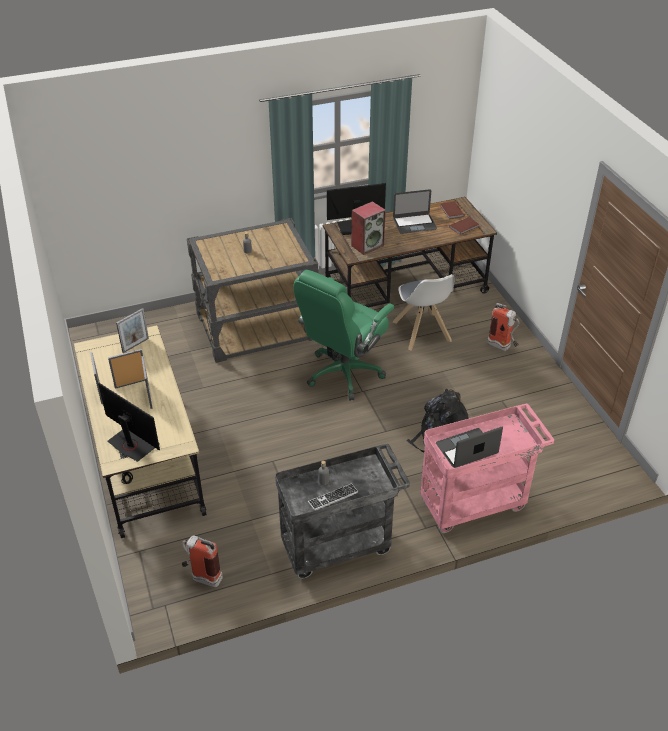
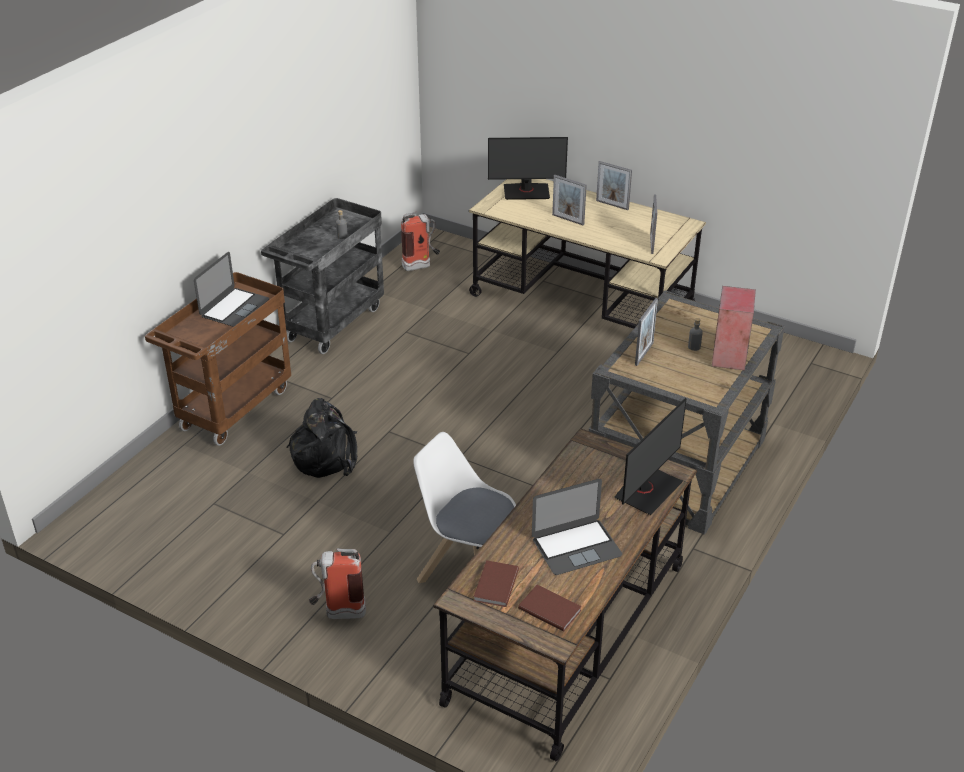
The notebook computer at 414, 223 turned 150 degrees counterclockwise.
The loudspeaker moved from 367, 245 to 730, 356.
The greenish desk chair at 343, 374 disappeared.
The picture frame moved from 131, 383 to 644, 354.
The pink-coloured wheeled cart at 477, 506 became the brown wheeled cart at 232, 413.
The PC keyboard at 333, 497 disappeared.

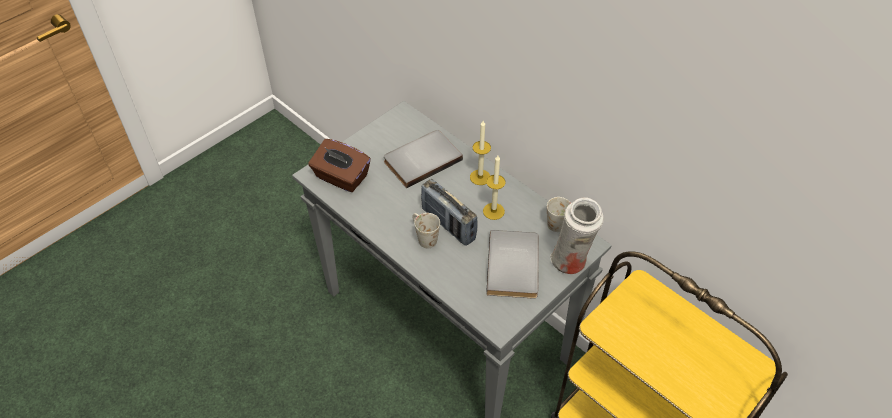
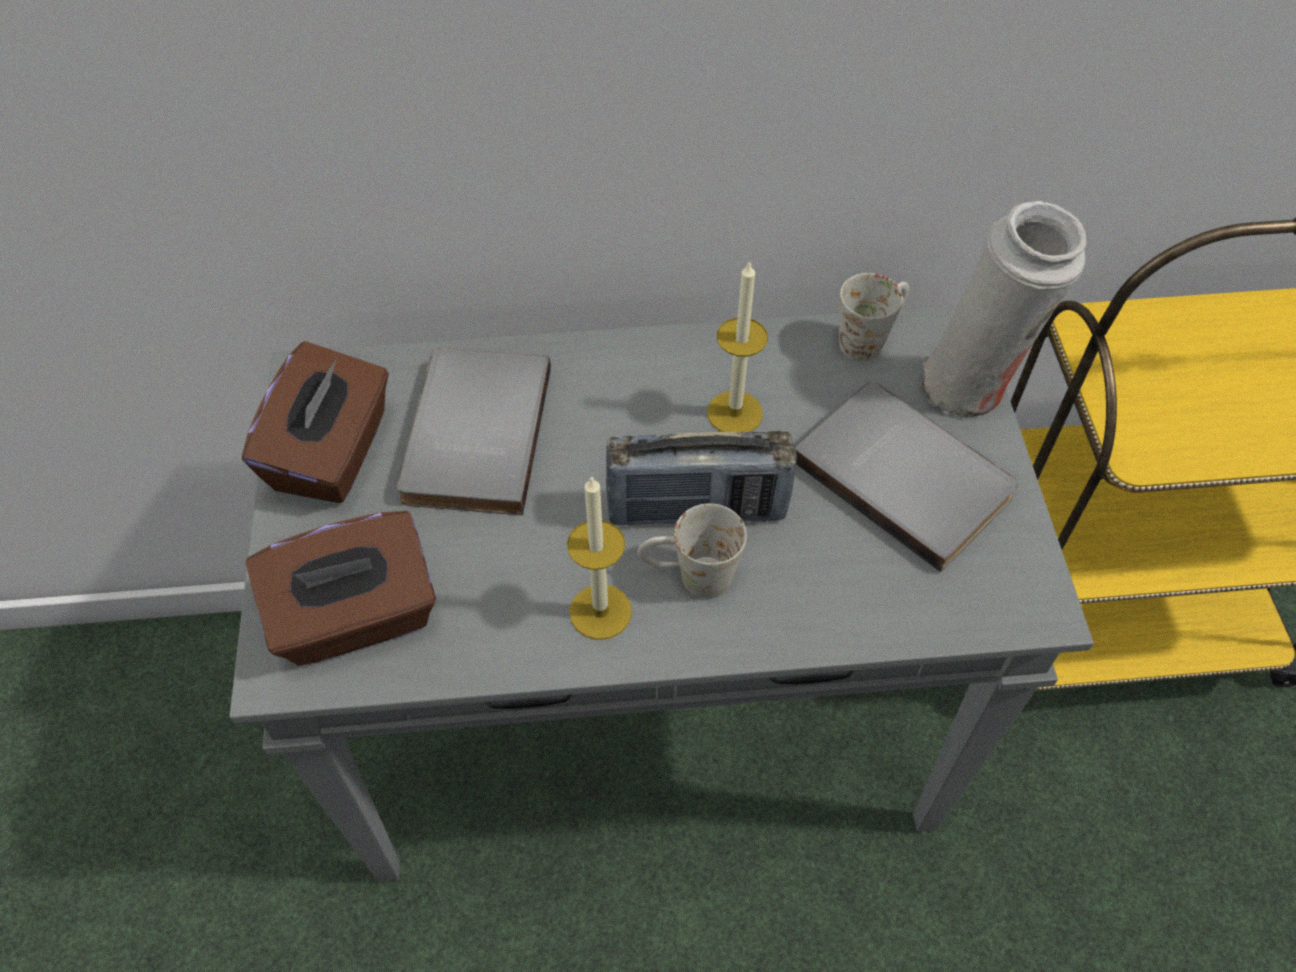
The wax candle moved from 480, 177 to 600, 611.
The brown box of tissues at 333, 453 appeared.

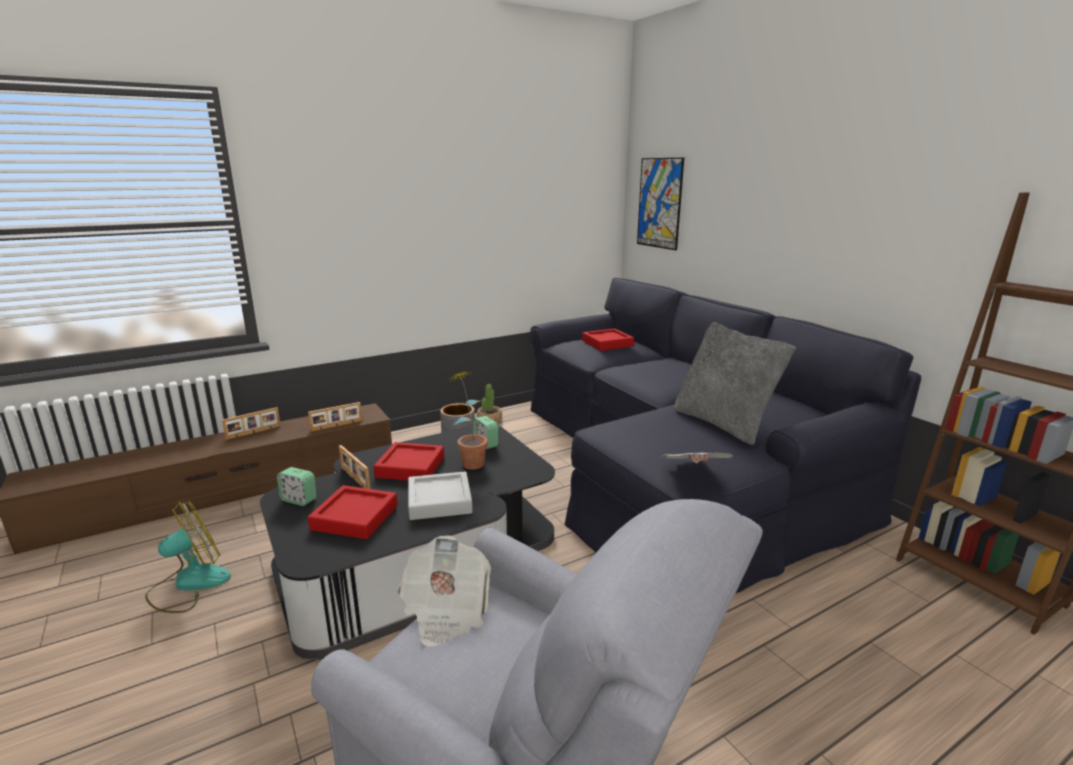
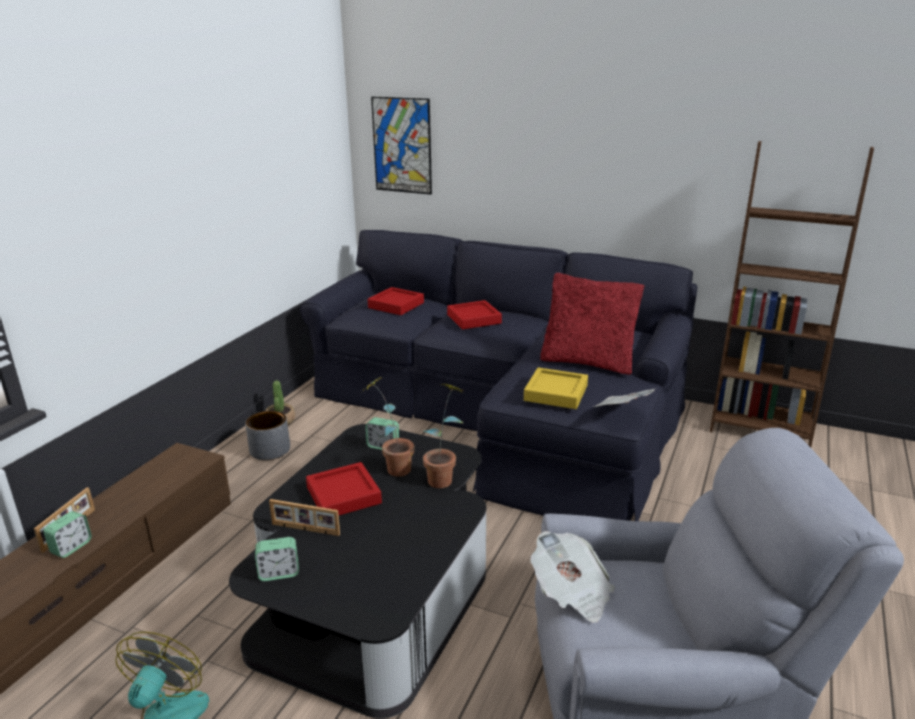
The grey cushion at 724, 422 became the red-coloured cushion at 588, 360.
The picture frame at 337, 426 disappeared.
The grey carrying tray at 439, 501 disappeared.
The red-coloured carrying tray moved from 355, 517 to 474, 319.
The yellow carrying tray at 556, 393 appeared.
The plant in a pot at 444, 477 appeared.
The table clock at 71, 547 appeared.

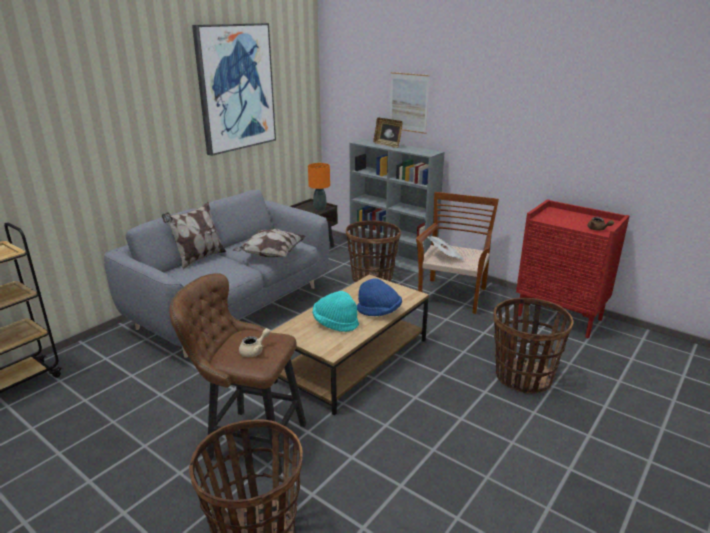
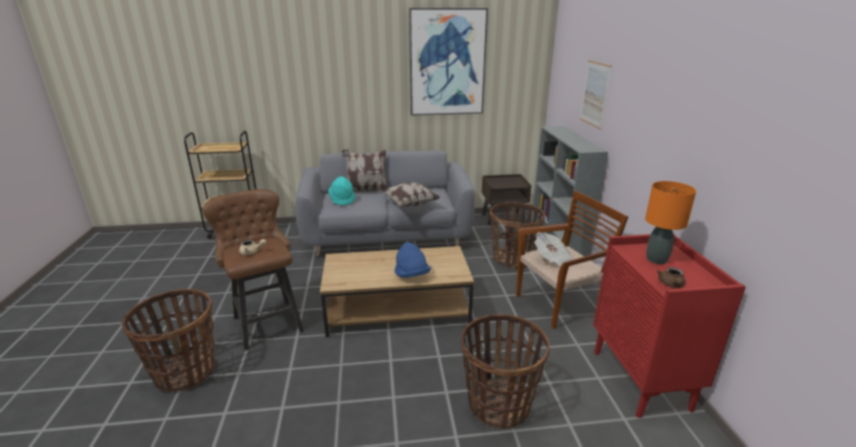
The picture frame at 388, 145 disappeared.
The orangey lamp for a table moved from 320, 209 to 656, 260.
The blue-green clothing hat moved from 335, 323 to 342, 199.

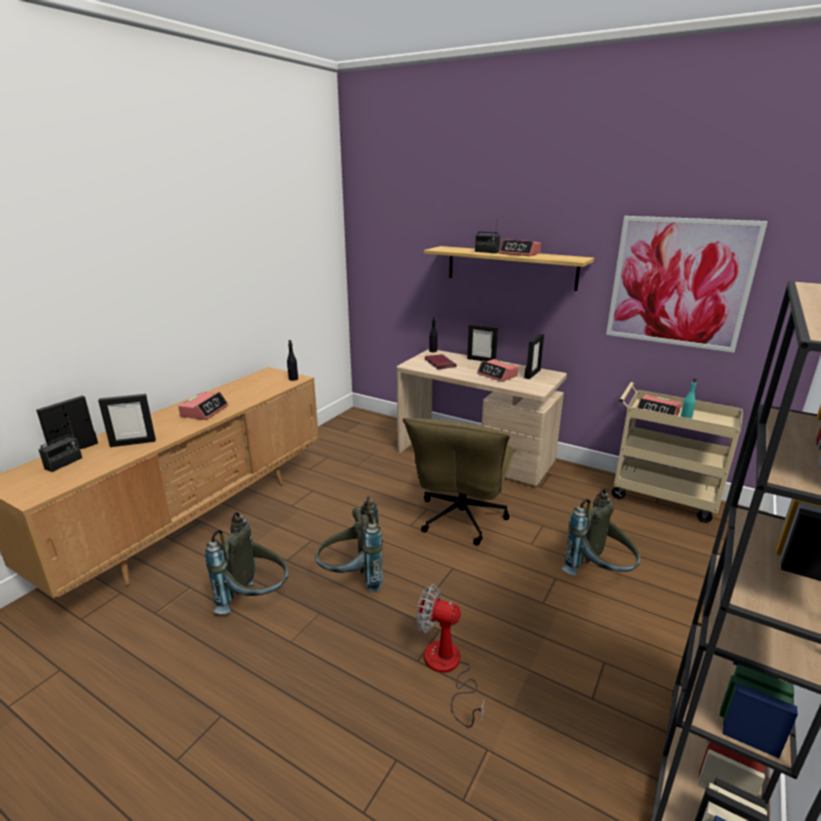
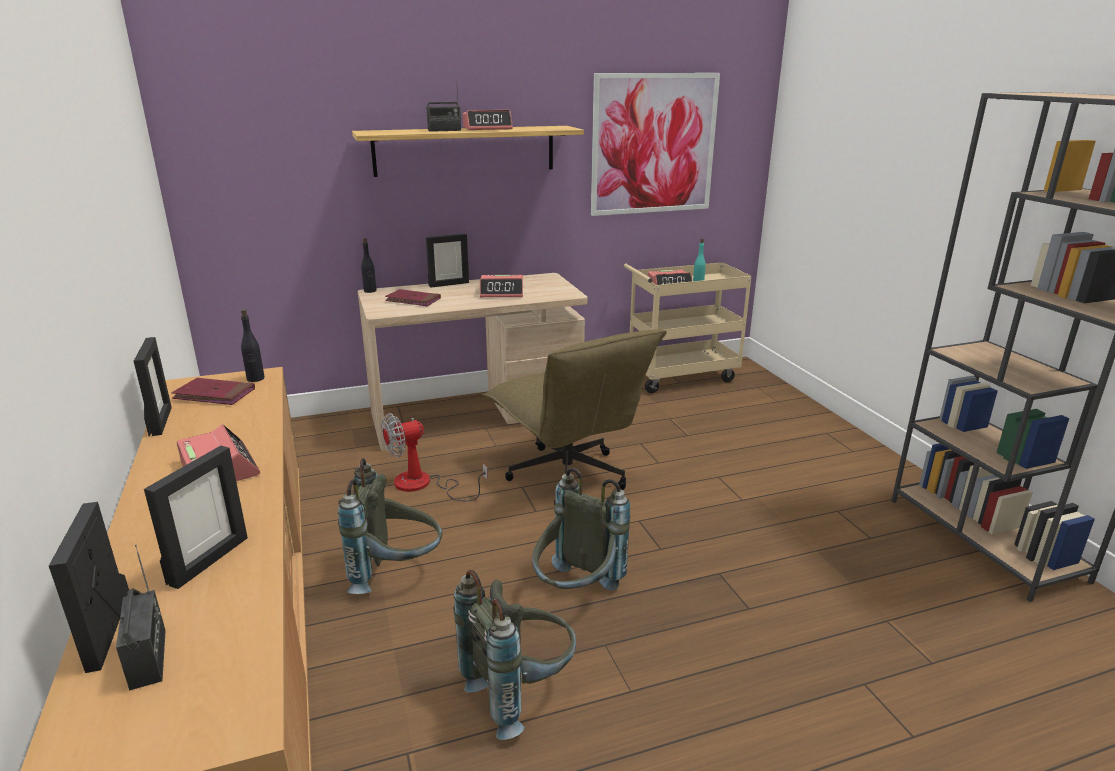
The picture frame moved from 532, 374 to 160, 421.
The grey knapsack moved from 599, 574 to 396, 573.
The cooling fan moved from 447, 669 to 424, 485.
The red-coloured book at 214, 395 appeared.

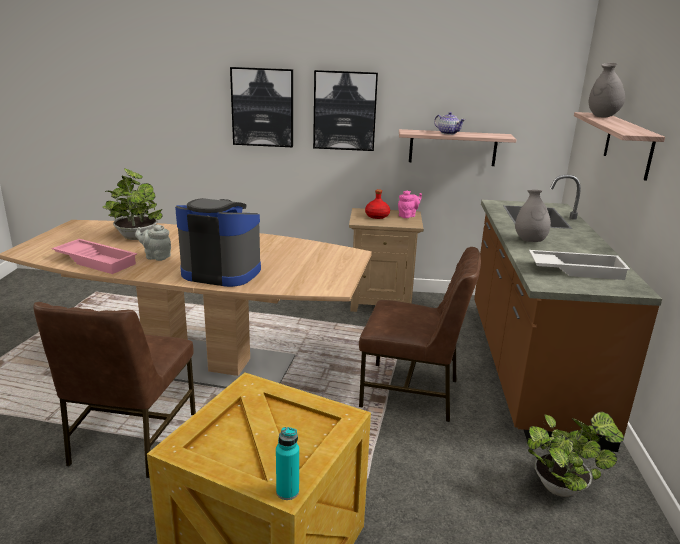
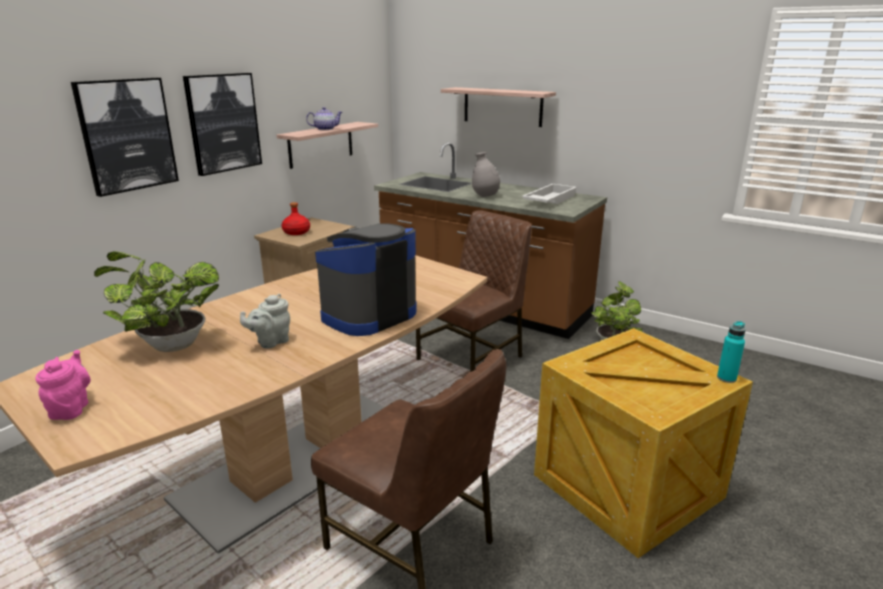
The grey decorative vase at 602, 117 disappeared.
The pink-coloured teapot moved from 408, 216 to 71, 408.
The pink-coloured carrying tray at 97, 261 disappeared.

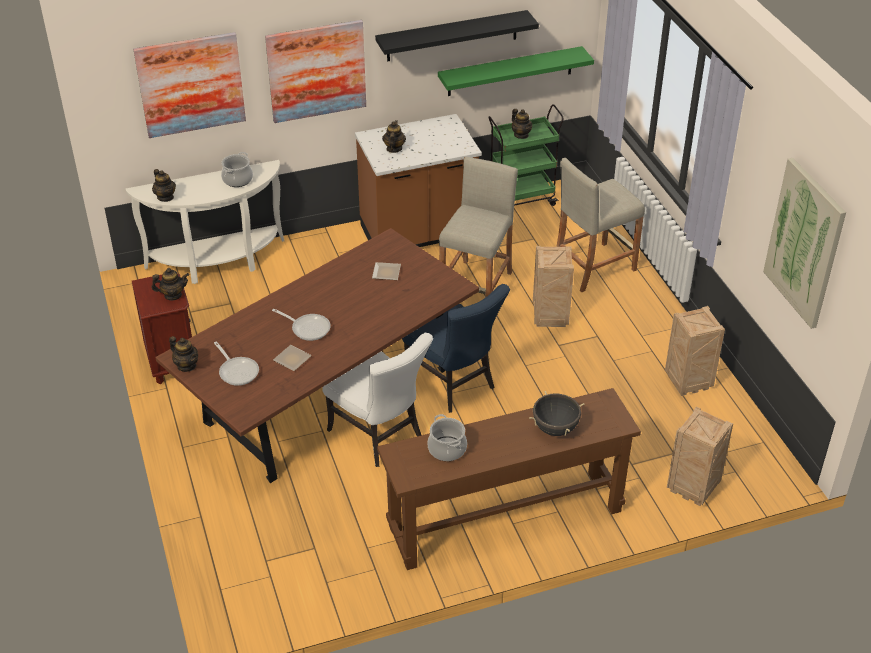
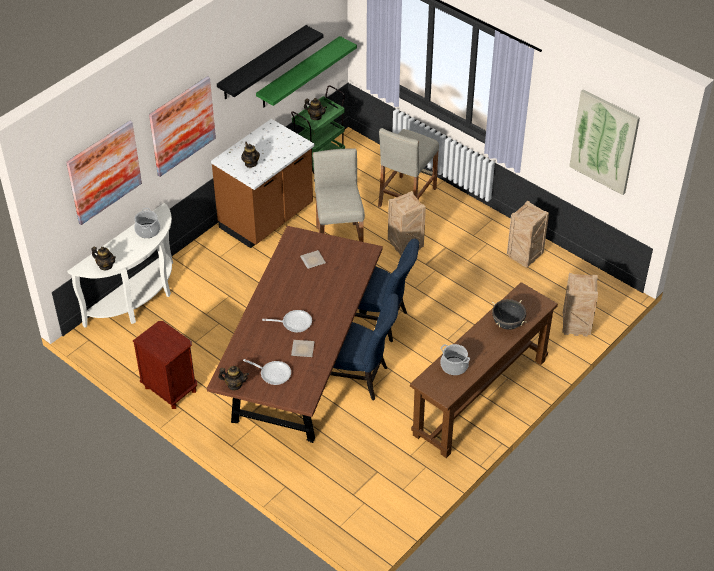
The teapot at 173, 295 disappeared.
The whitish plain chair at 380, 436 became the blue-coloured plain chair at 359, 378.

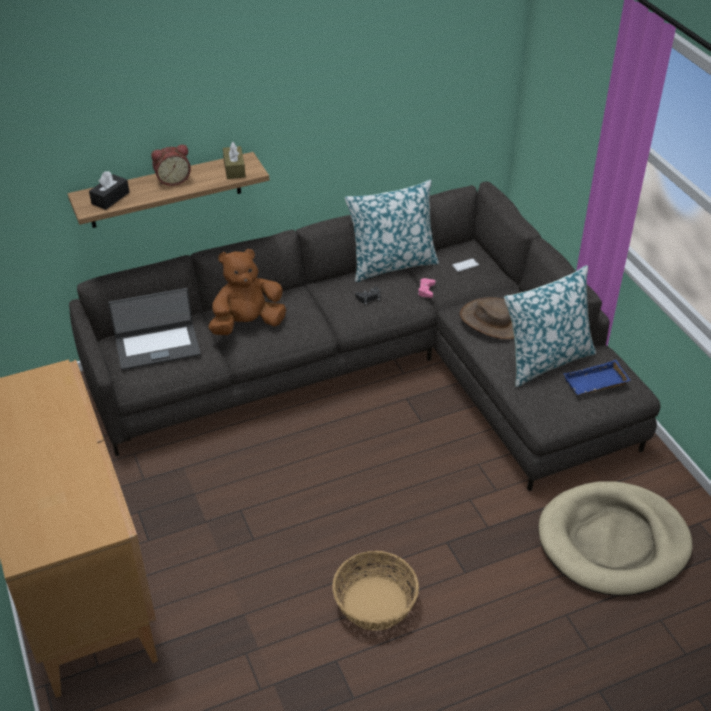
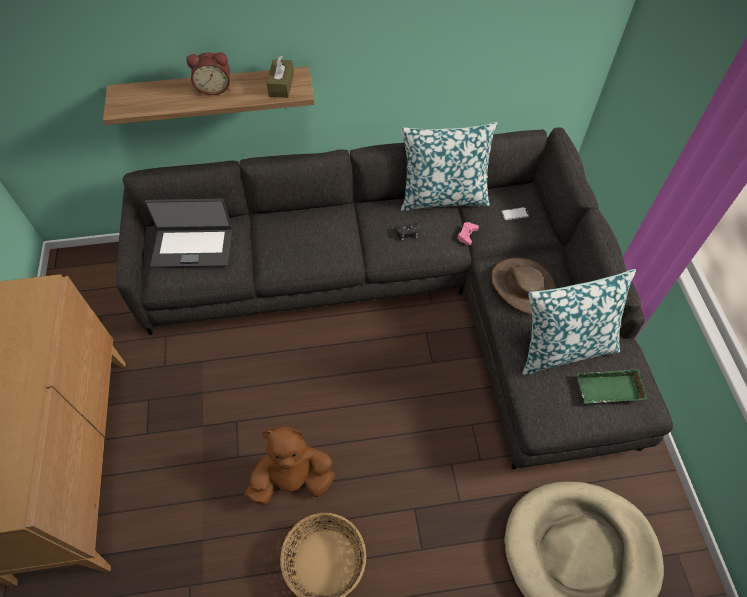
The black box of tissues at 110, 198 disappeared.
The brown cuddly toy moved from 247, 324 to 293, 479.
The blue-coloured carrying tray at 595, 384 became the greenish carrying tray at 608, 391.

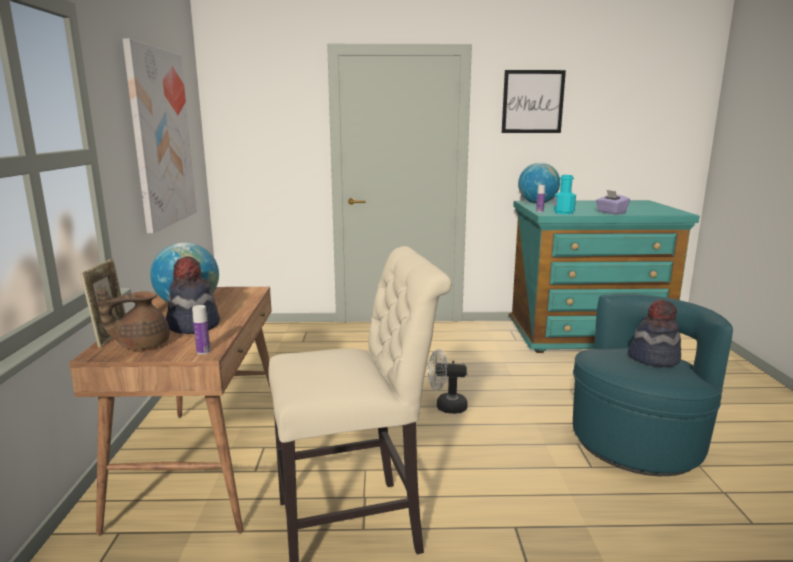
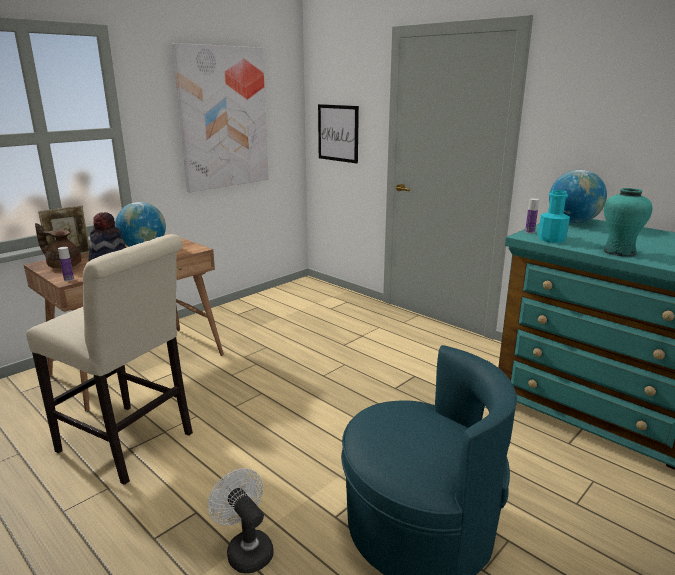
The wall picture moved from 532, 102 to 338, 133.
The purplish box of tissues at 611, 212 was replaced by the blue-green decorative vase at 619, 252.
The clothing hat at 653, 358 disappeared.
The whitish cooling fan moved from 446, 406 to 246, 549.

